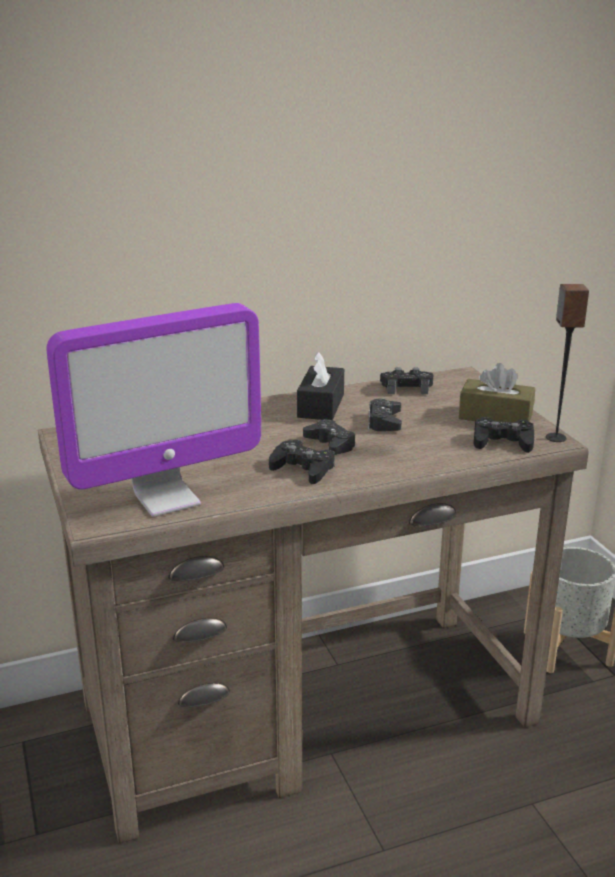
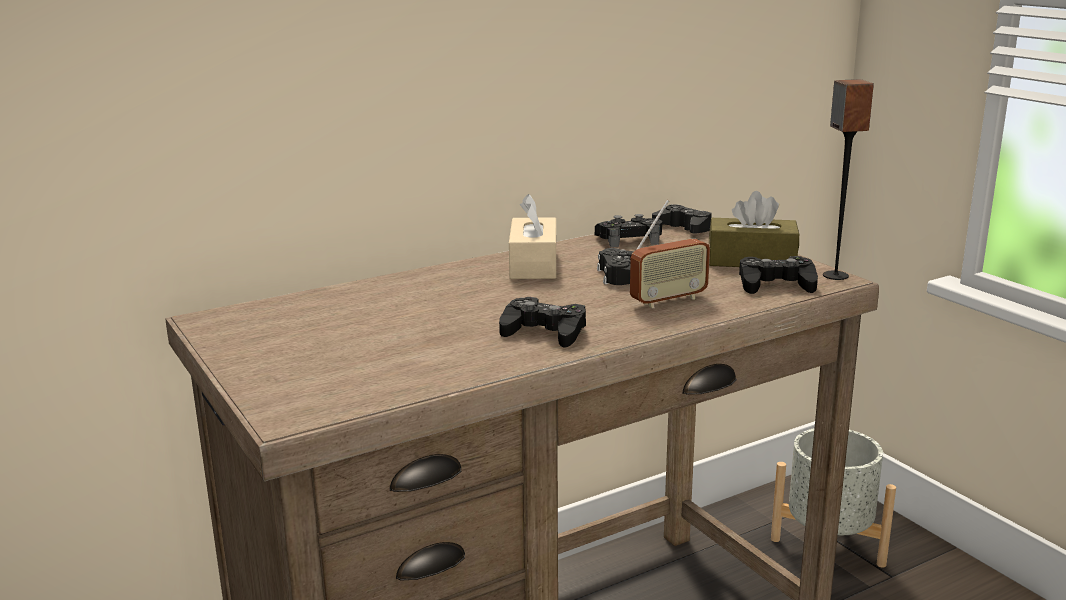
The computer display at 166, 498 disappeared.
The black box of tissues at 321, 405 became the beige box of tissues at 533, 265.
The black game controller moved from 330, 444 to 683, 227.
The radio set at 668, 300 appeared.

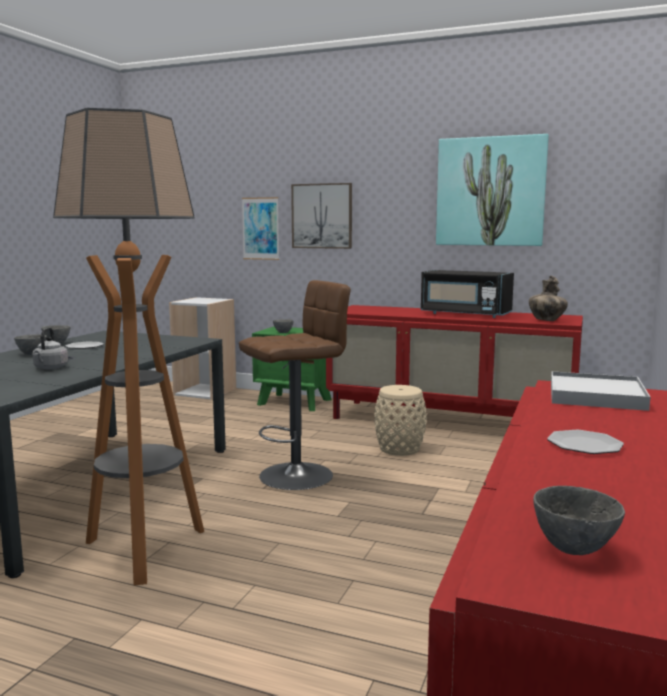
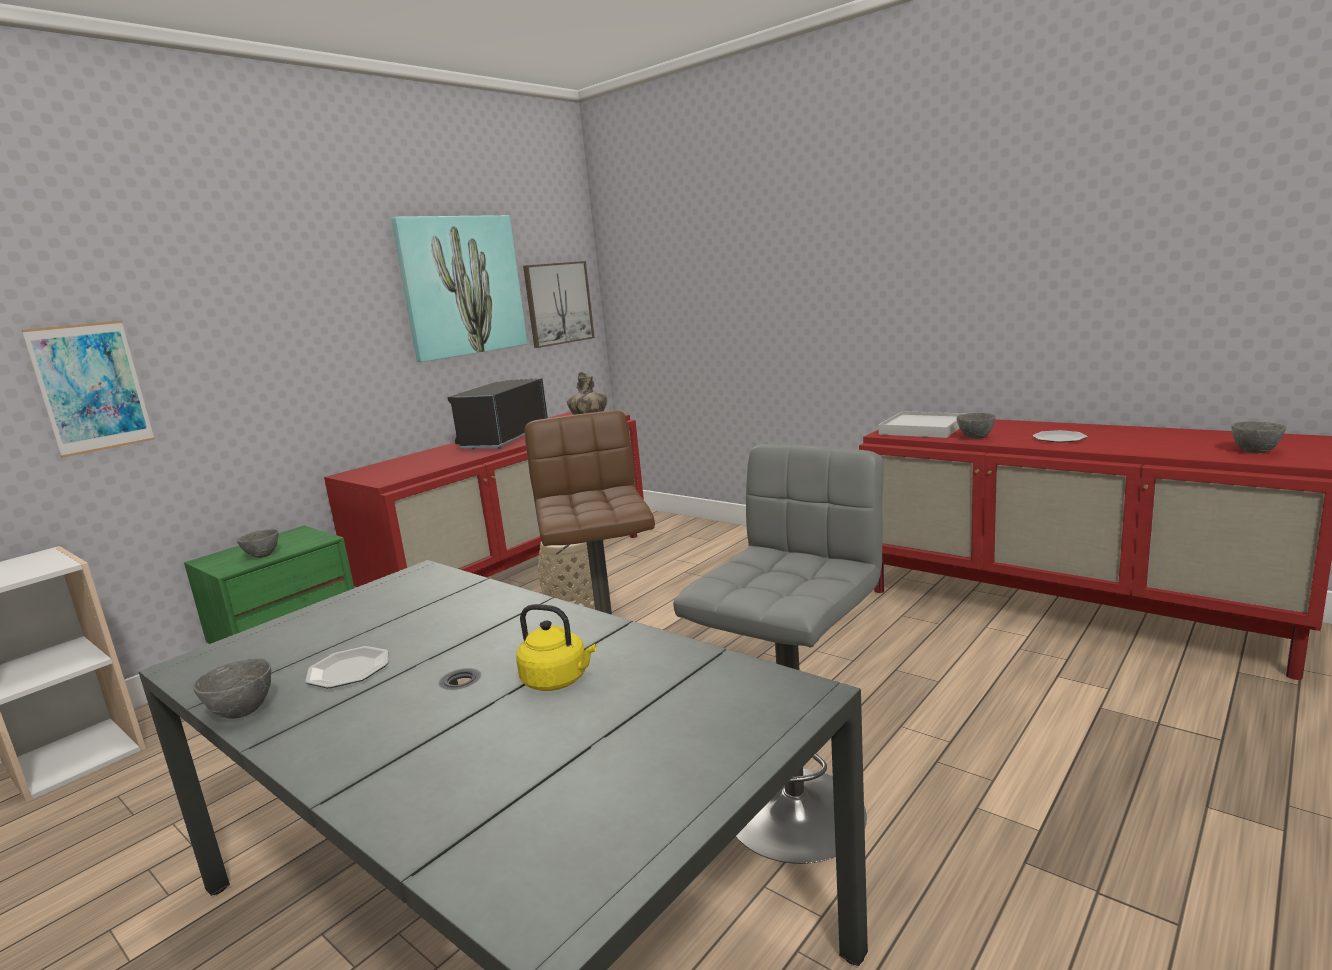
The standard lamp at 144, 550 was replaced by the grey stool at 797, 813.
The wall picture moved from 322, 216 to 558, 303.
The black microwave at 464, 314 turned 150 degrees clockwise.
The grey tea kettle at 50, 368 became the yellow tea kettle at 558, 681.
The grey serving bowl moved from 31, 354 to 976, 438.

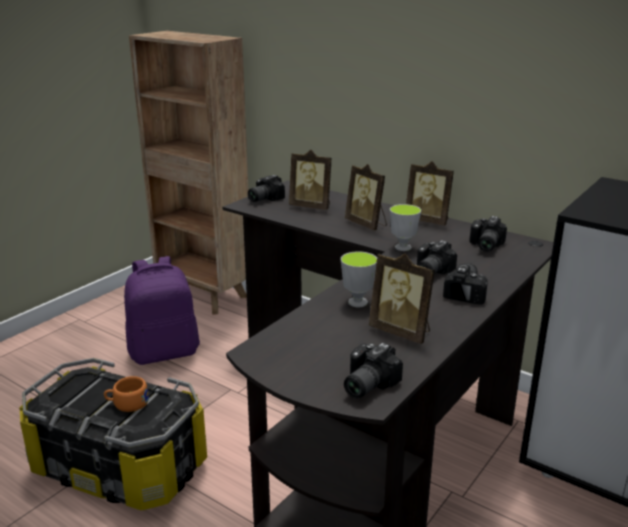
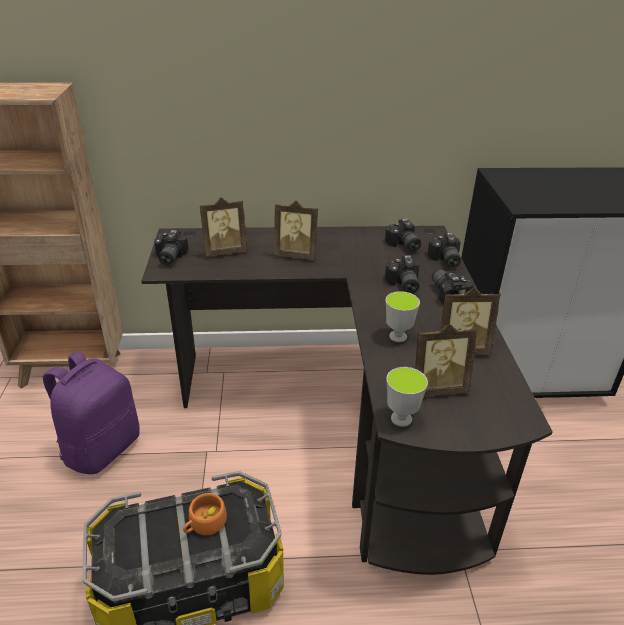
The picture frame moved from 428, 220 to 436, 388.
The cup moved from 403, 247 to 401, 419.
The photo camera moved from 365, 384 to 444, 260.

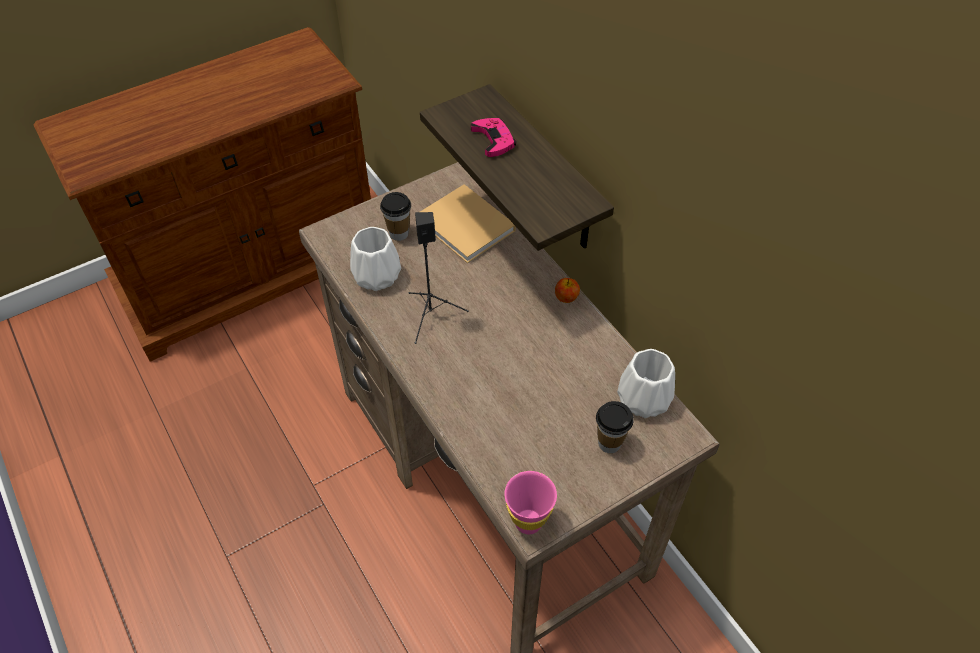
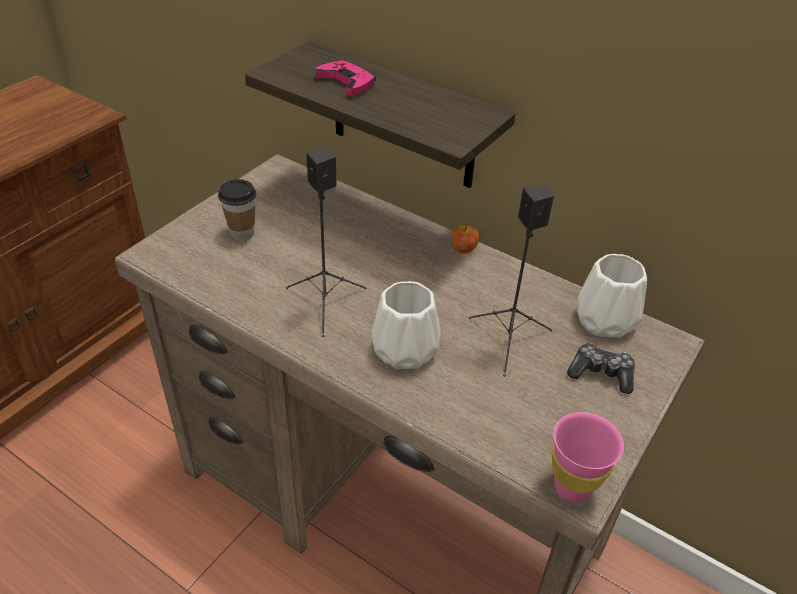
The beige book at 467, 227 disappeared.
The whitish decorative vase moved from 375, 276 to 402, 351.
The cup at 609, 443 was replaced by the game controller at 601, 374.
The black loudspeaker at 508, 341 appeared.

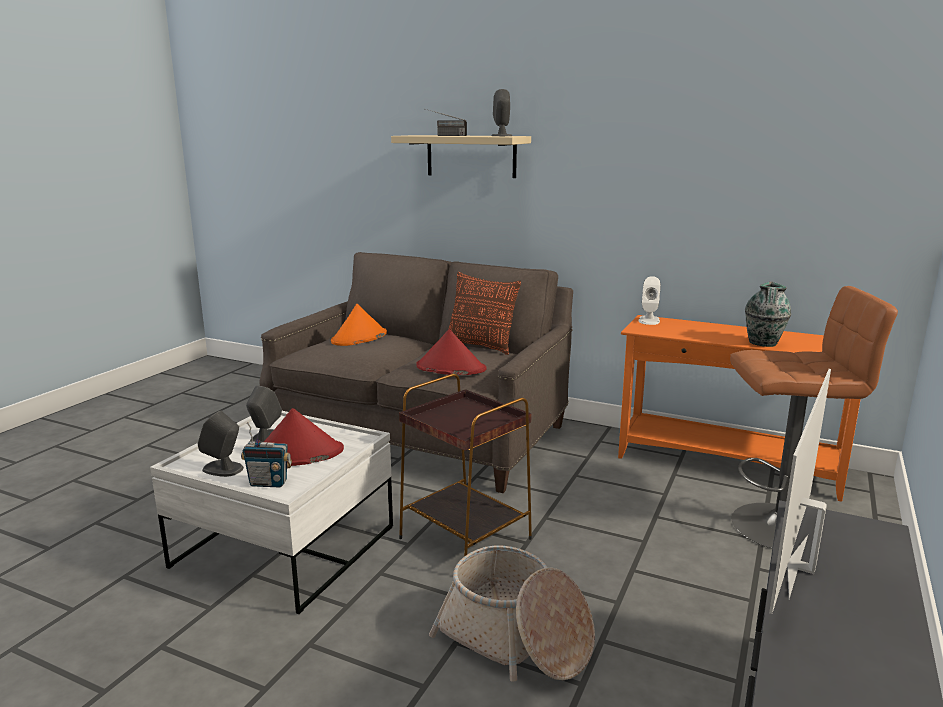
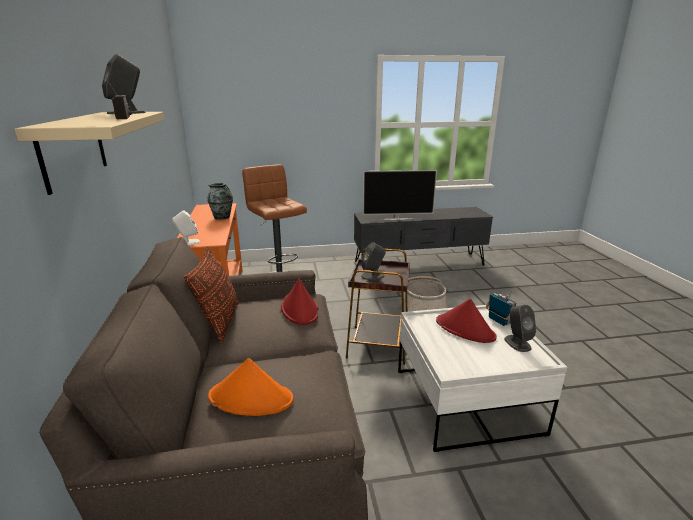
The grey loudspeaker moved from 265, 438 to 373, 276.

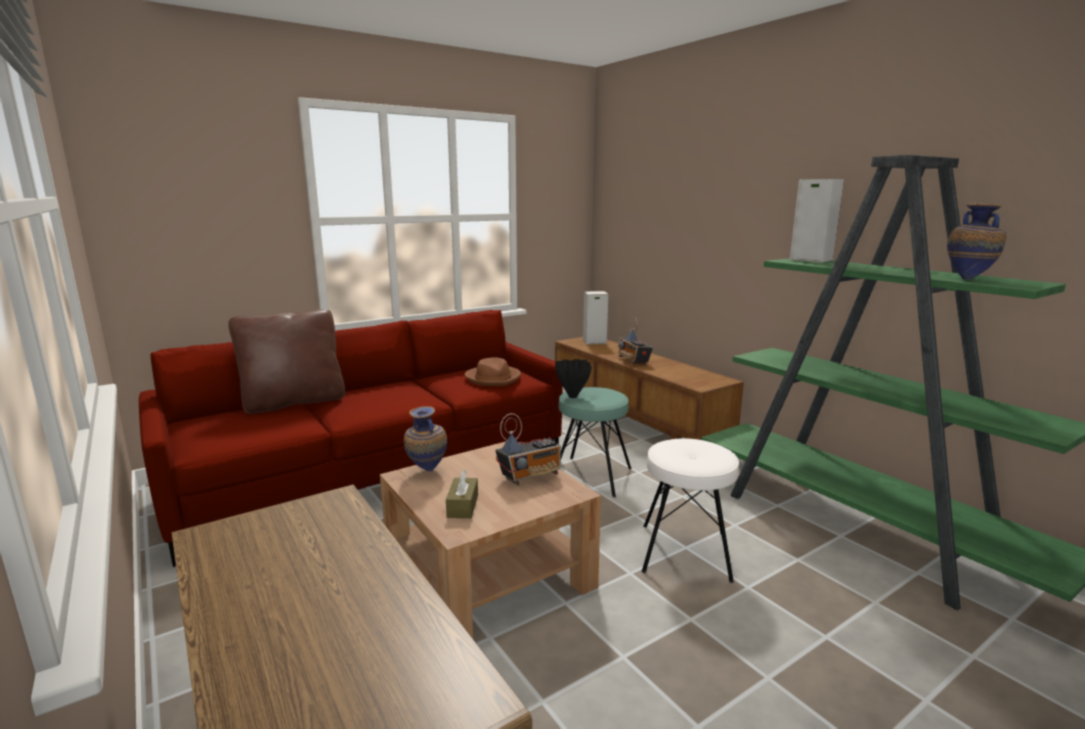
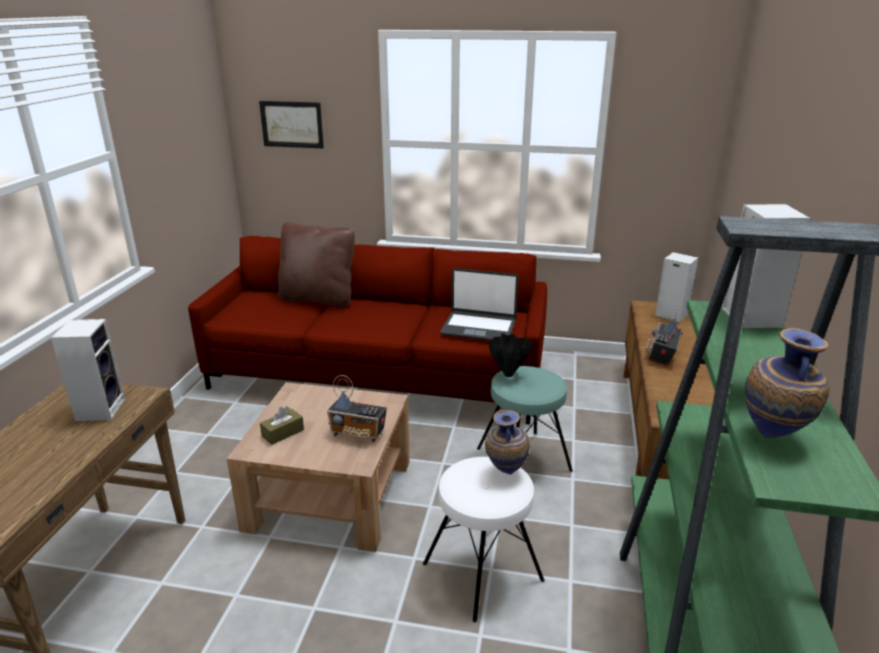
The brown clothing hat at 493, 378 was replaced by the notebook computer at 478, 327.
The decorative vase moved from 426, 471 to 505, 472.
The wall picture at 292, 124 appeared.
The loudspeaker at 100, 409 appeared.

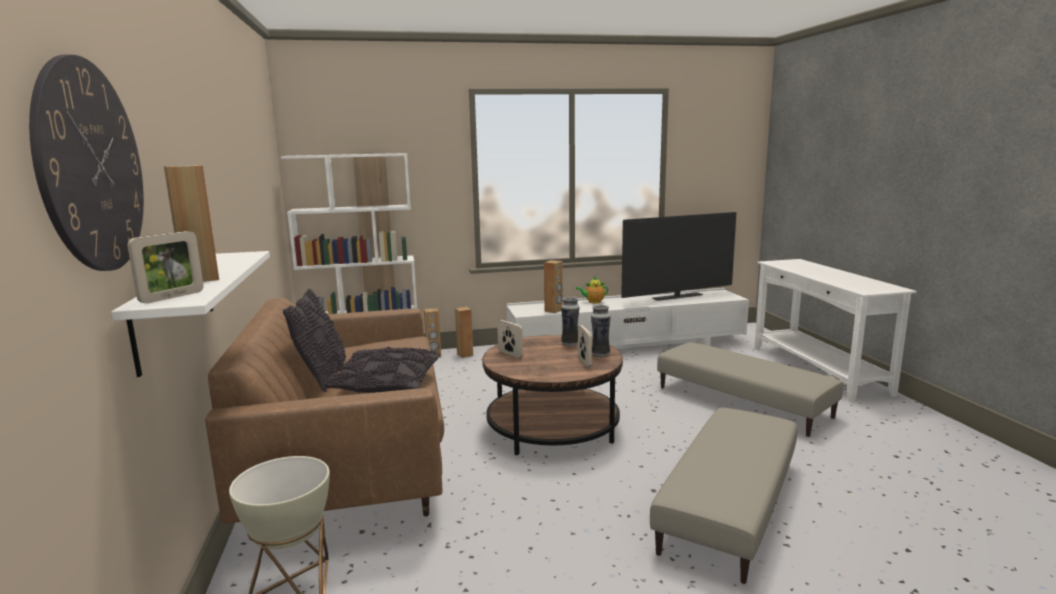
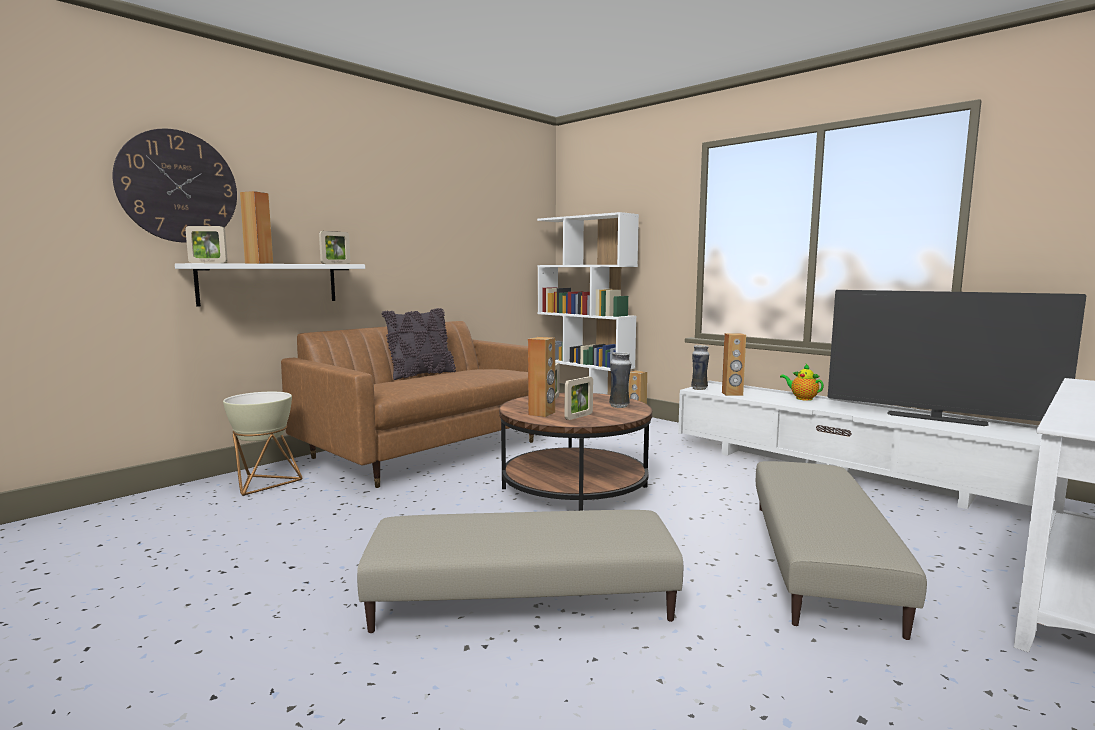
The decorative vase moved from 600, 354 to 699, 388.
The brown loudspeaker moved from 465, 354 to 542, 413.
The black cushion at 386, 383 disappeared.
The picture frame at 335, 263 appeared.

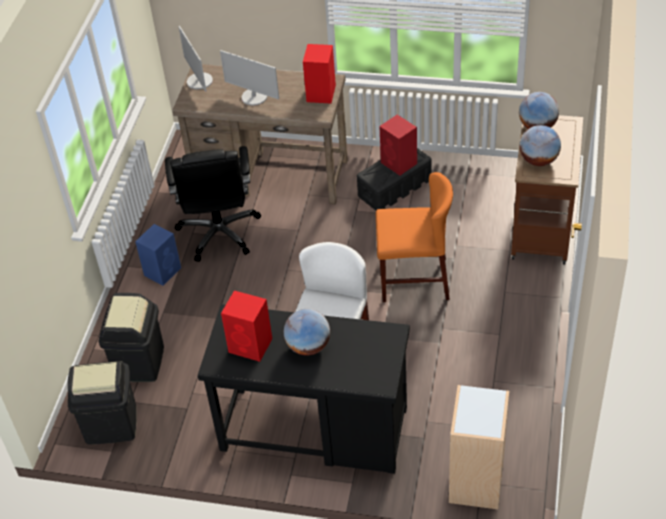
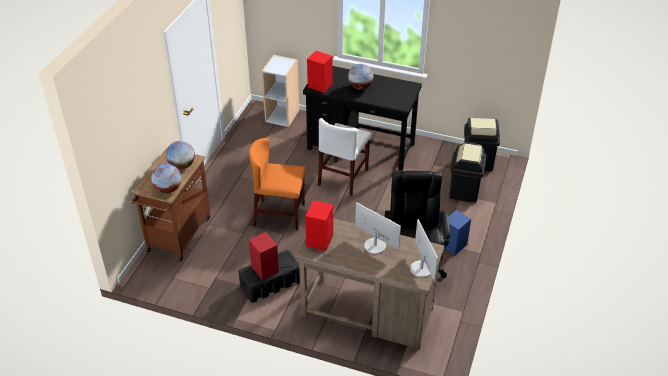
The red-coloured loudspeaker moved from 251, 346 to 319, 85.

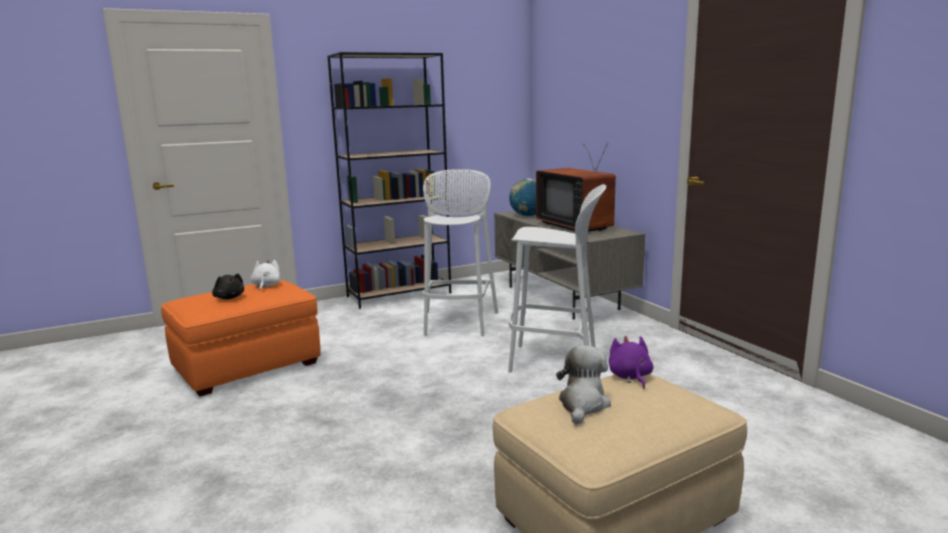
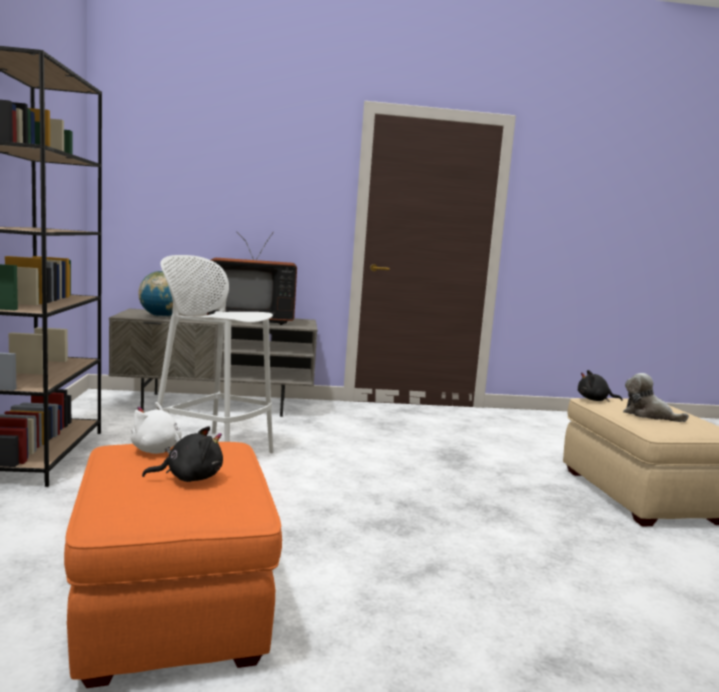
The whitish stool at 556, 361 disappeared.
The purplish cuddly toy at 630, 377 became the black cuddly toy at 595, 400.

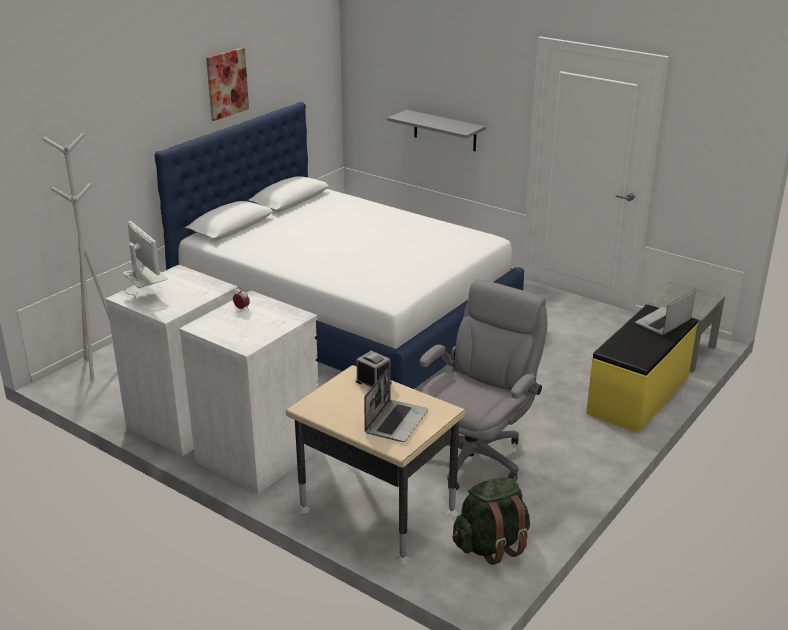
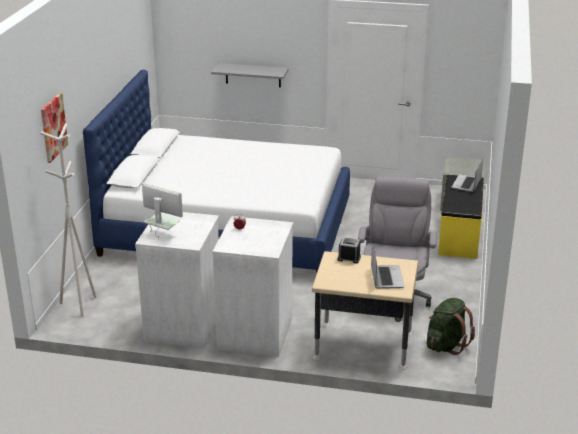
The wall picture moved from 227, 83 to 53, 127.

